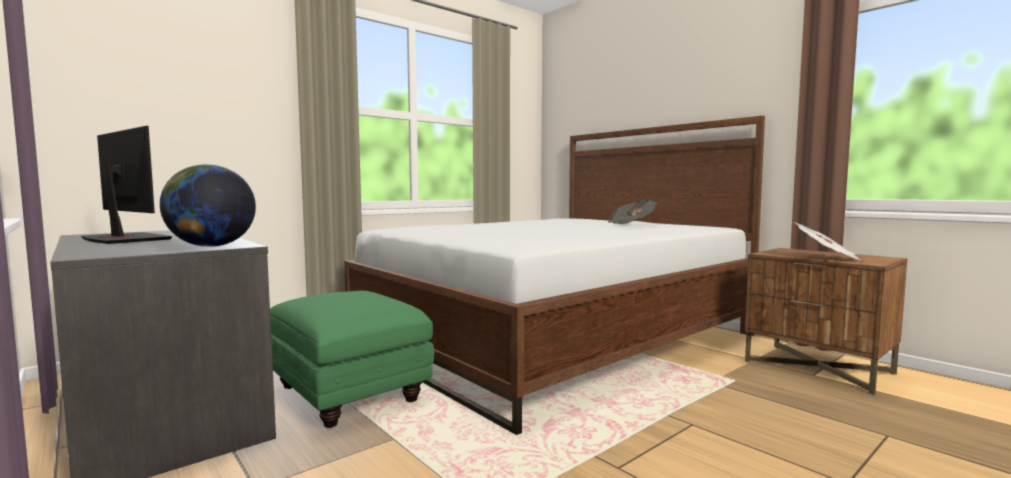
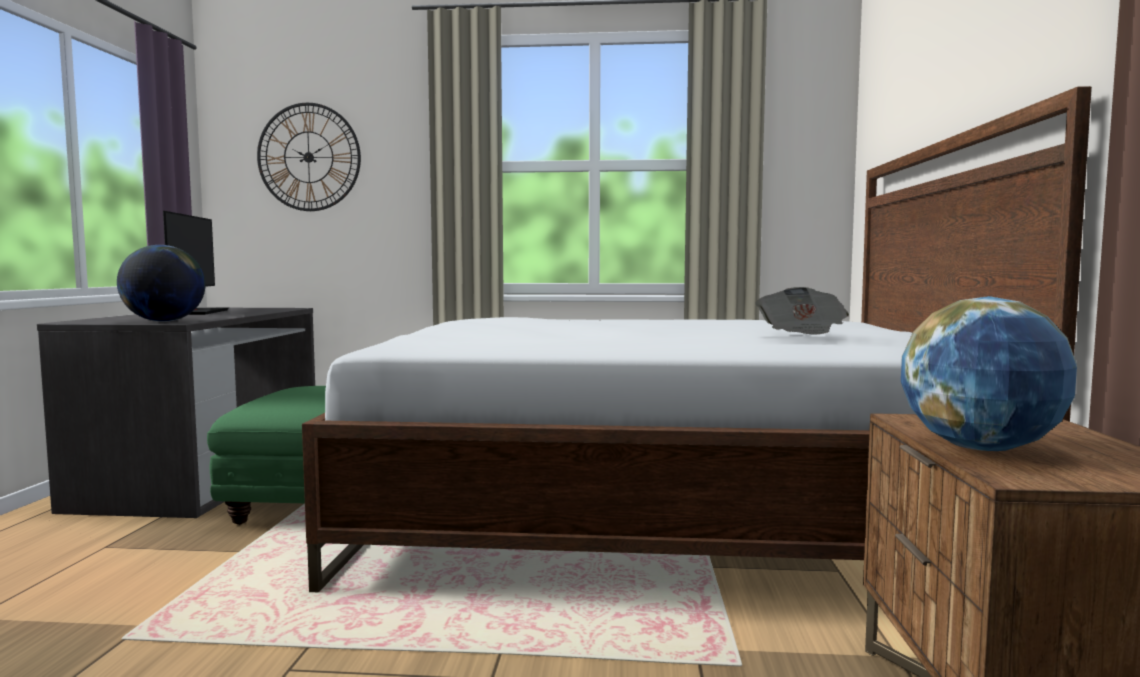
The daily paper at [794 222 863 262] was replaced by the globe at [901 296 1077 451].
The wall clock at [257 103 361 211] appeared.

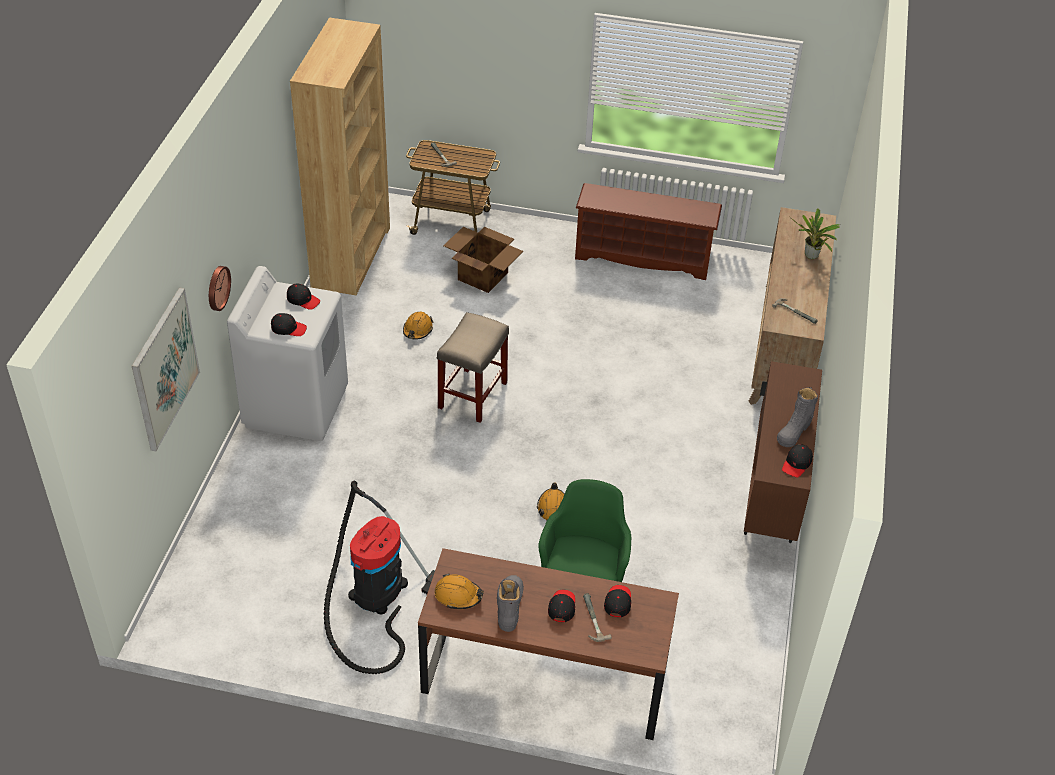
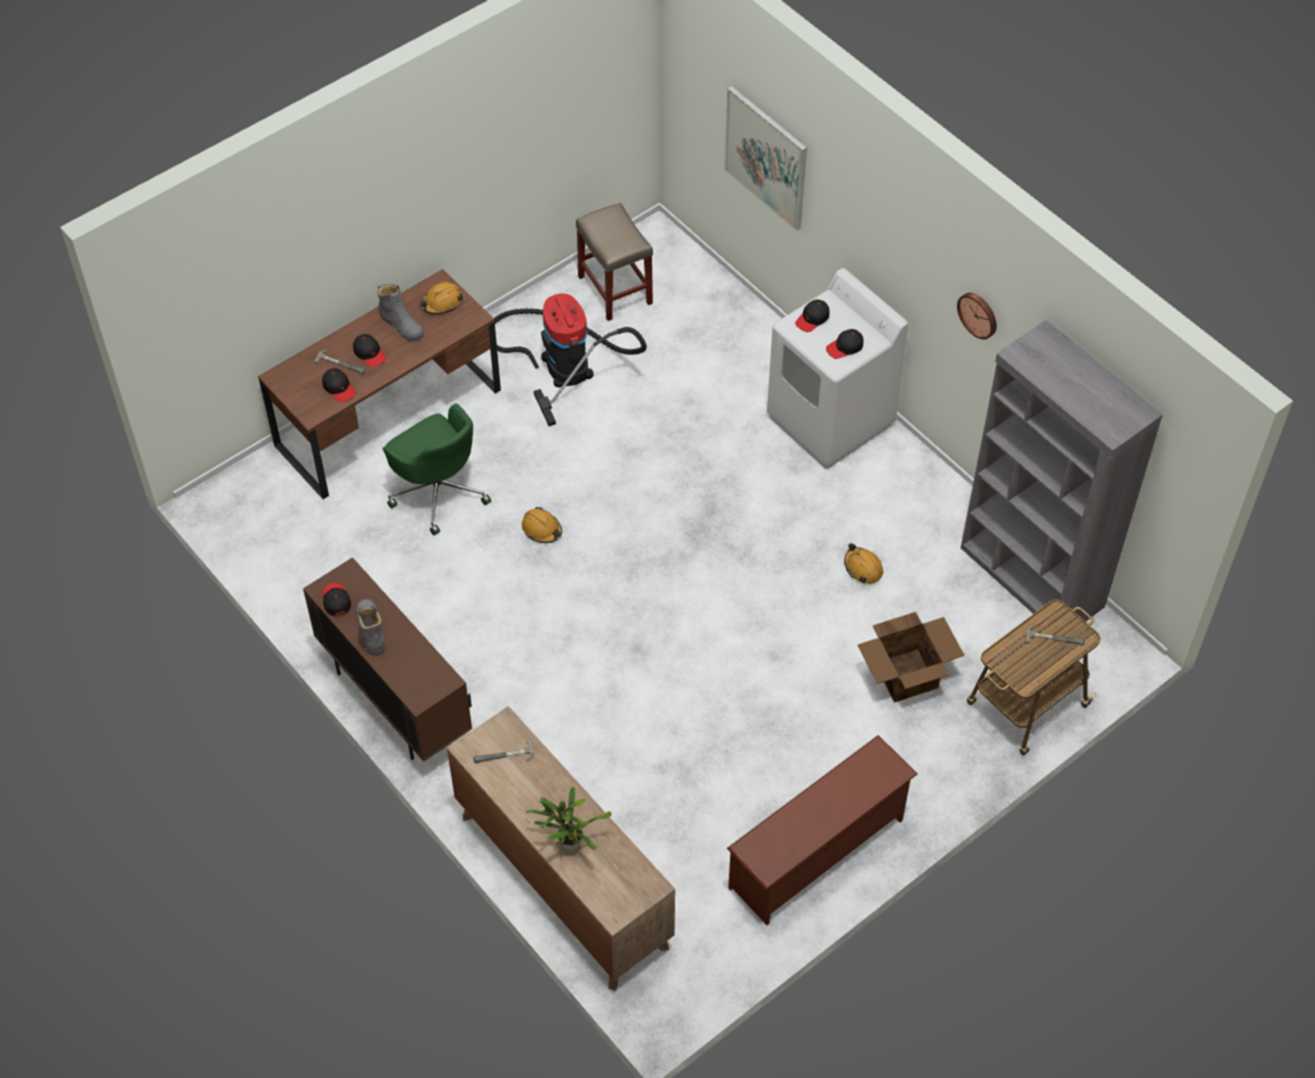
The wall clock moved from [209 266 231 311] to [957 293 997 340].
The brown shelving unit at [290 17 390 295] became the grey shelving unit at [961 320 1163 635].
The sand-coloured stool seat moved from [437 312 509 423] to [576 203 653 321].

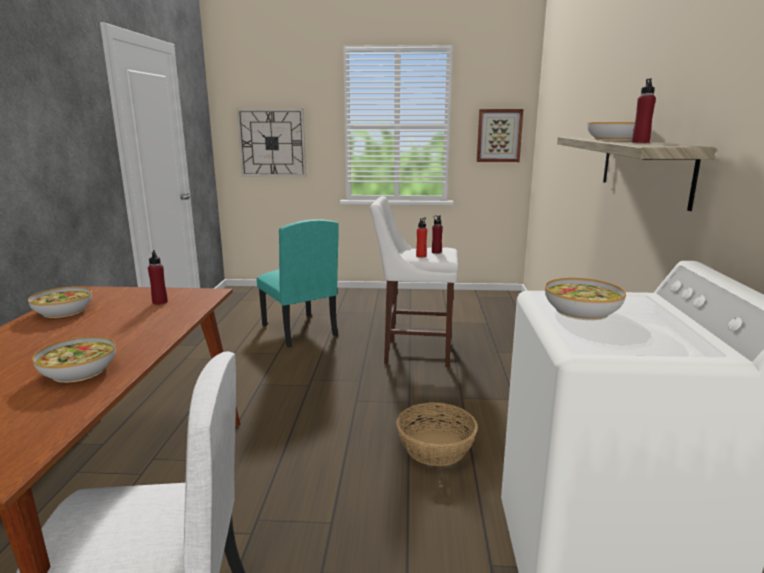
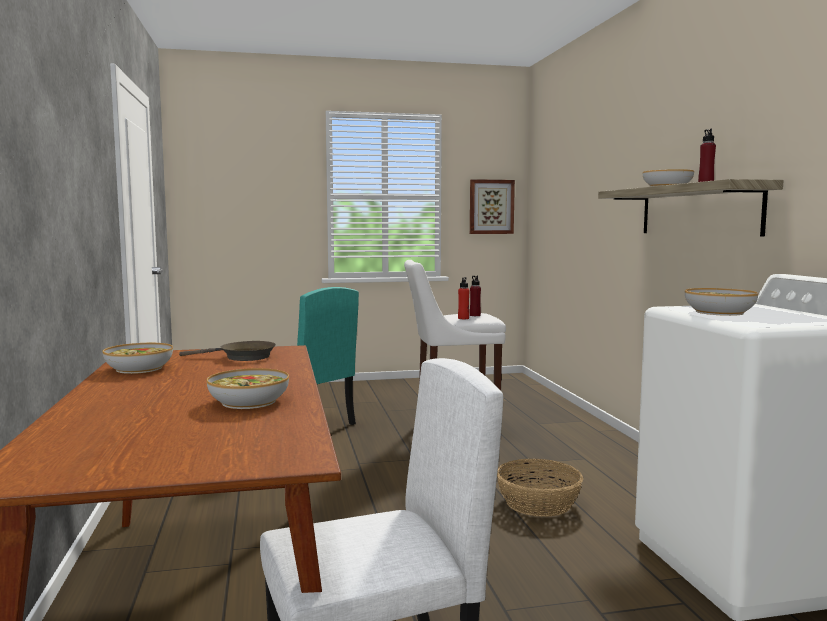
The reddish drink bottle at [148 250 168 305] was replaced by the brown frying pan at [179 341 276 361].
The wall clock at [236 109 306 177] disappeared.

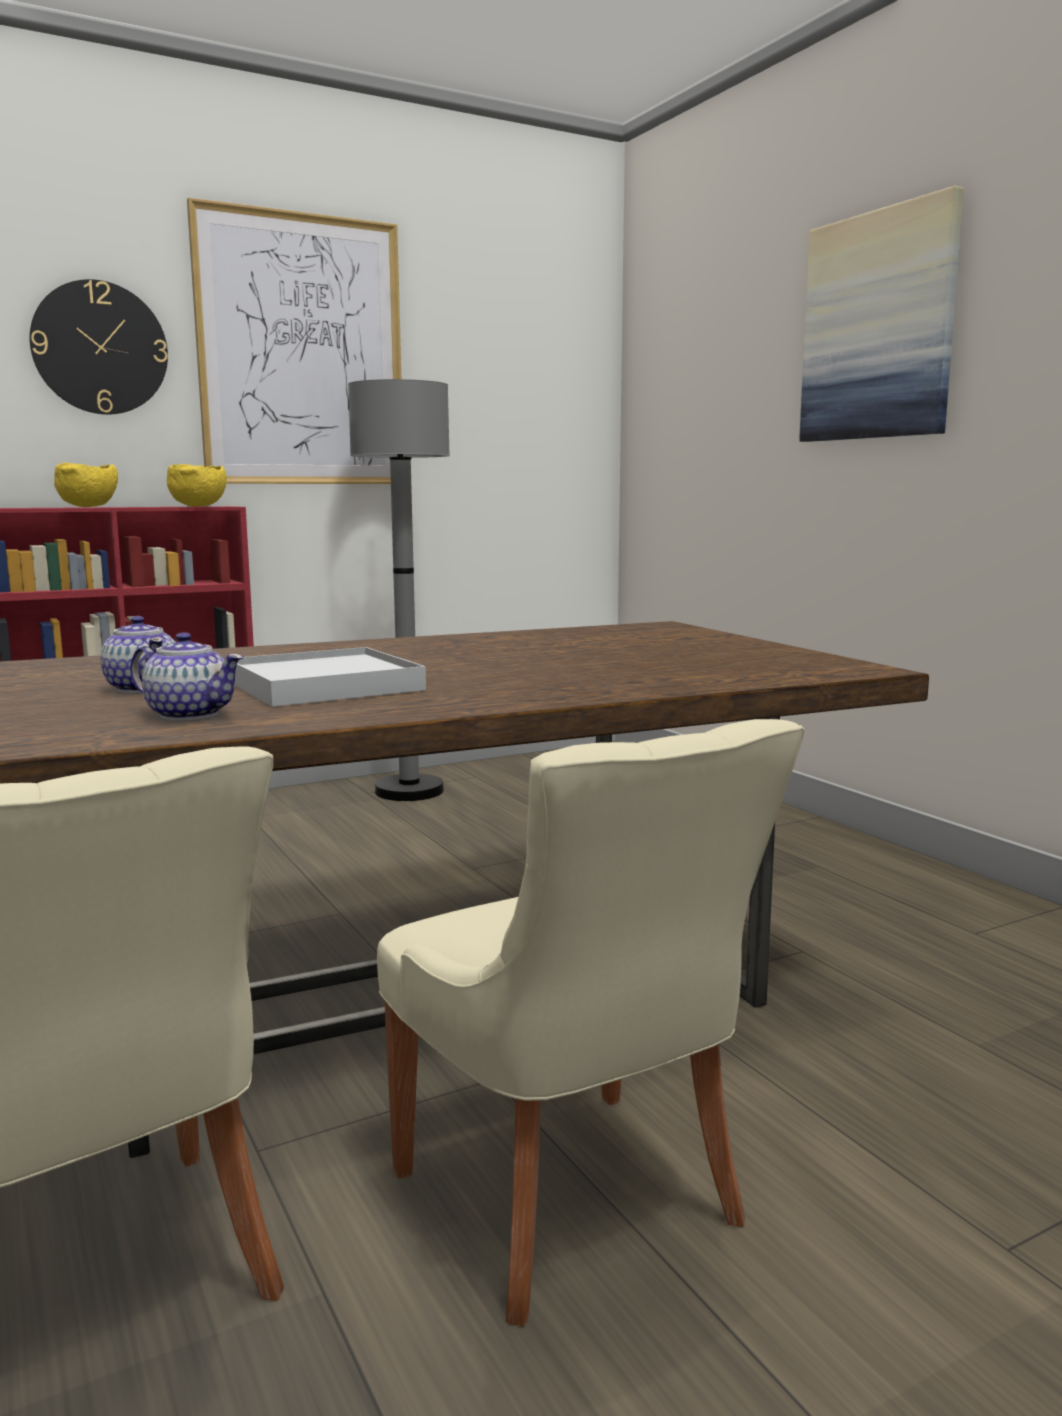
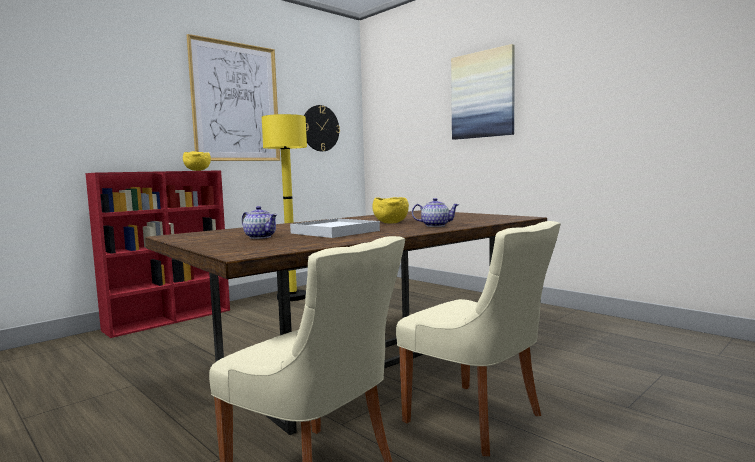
The wall clock moved from [29 279 168 415] to [304 105 340 151].
The yellow-coloured serving bowl moved from [54 463 118 507] to [373 197 409 224].
The pot for tea moved from [130 632 243 720] to [412 198 459 227].
The grey standard lamp at [348 379 450 801] became the yellow-coloured standard lamp at [262 114 307 301].

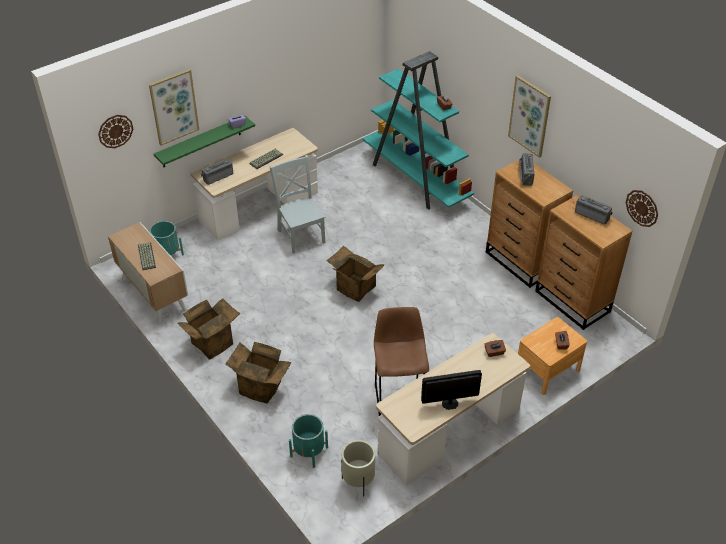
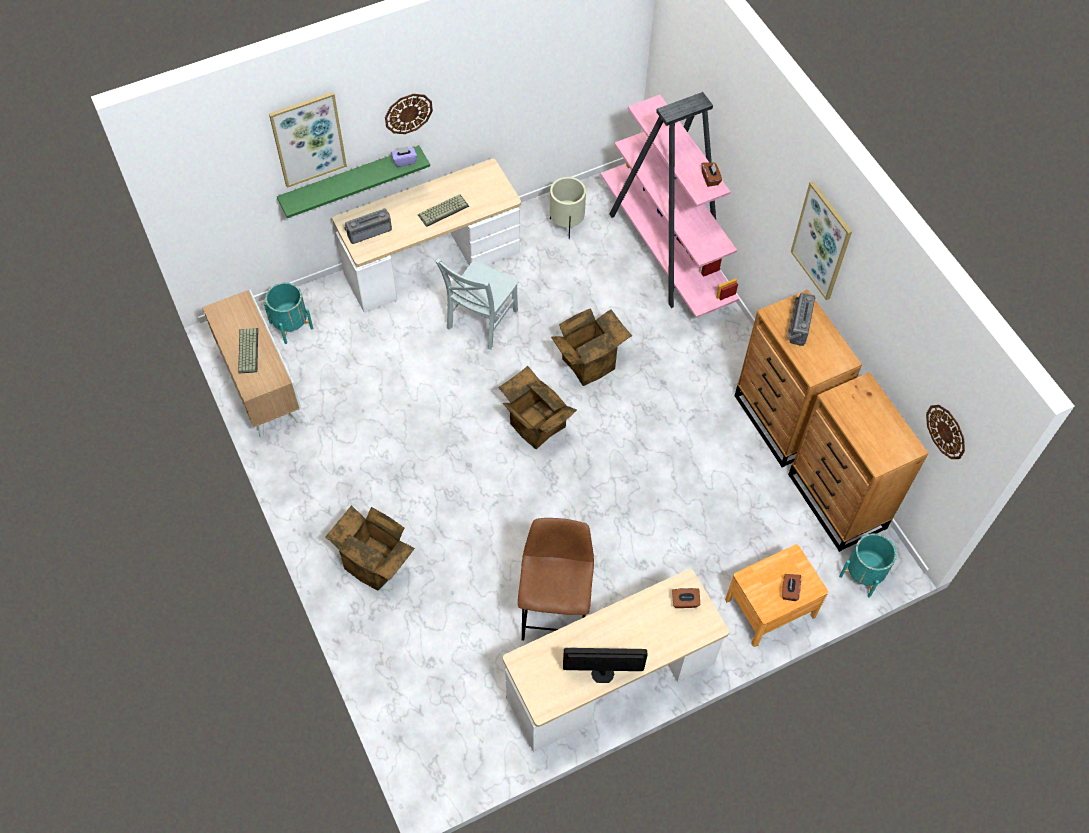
The wall clock moved from [98 115 133 148] to [385 94 433 134].
The packing box moved from [178 298 241 360] to [551 308 632 386].
The grey upright chair at [269 155 326 254] turned 135 degrees counterclockwise.
The turquoise flower pot moved from [289 414 328 468] to [839 533 897 597].
The sand-coloured flower pot moved from [341 440 375 497] to [550 177 586 239].
The turquoise shelving unit at [363 51 474 210] became the pink-coloured shelving unit at [601 92 739 318].
The radio set at [575 195 613 224] disappeared.

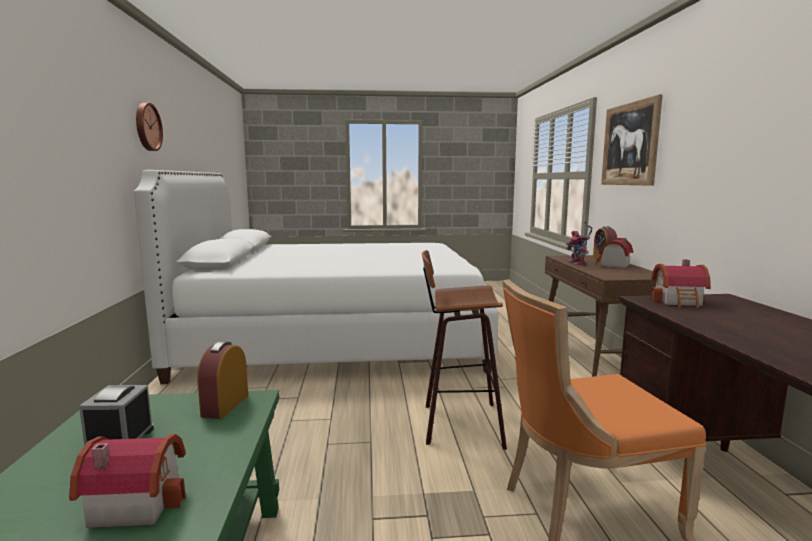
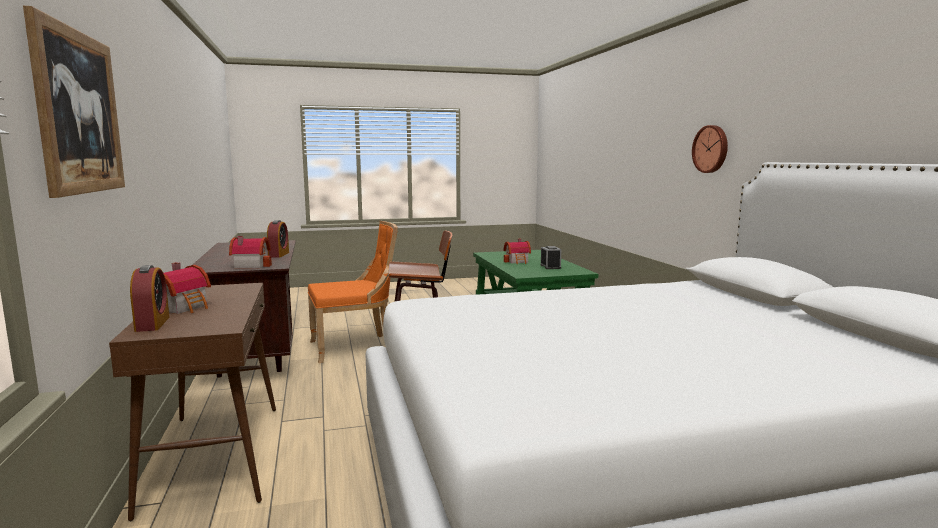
The wall clock moved from [136 103 163 151] to [692 125 728 173].
The alarm clock moved from [197 341 248 419] to [267 220 289 258].
The toy robot at [566 221 593 265] disappeared.

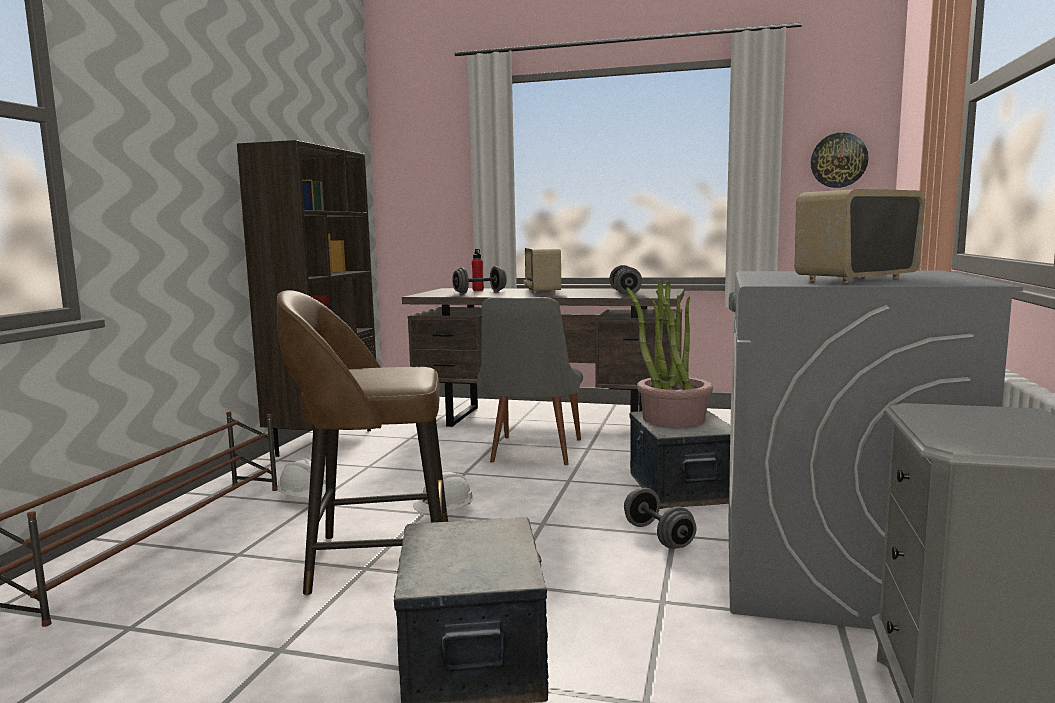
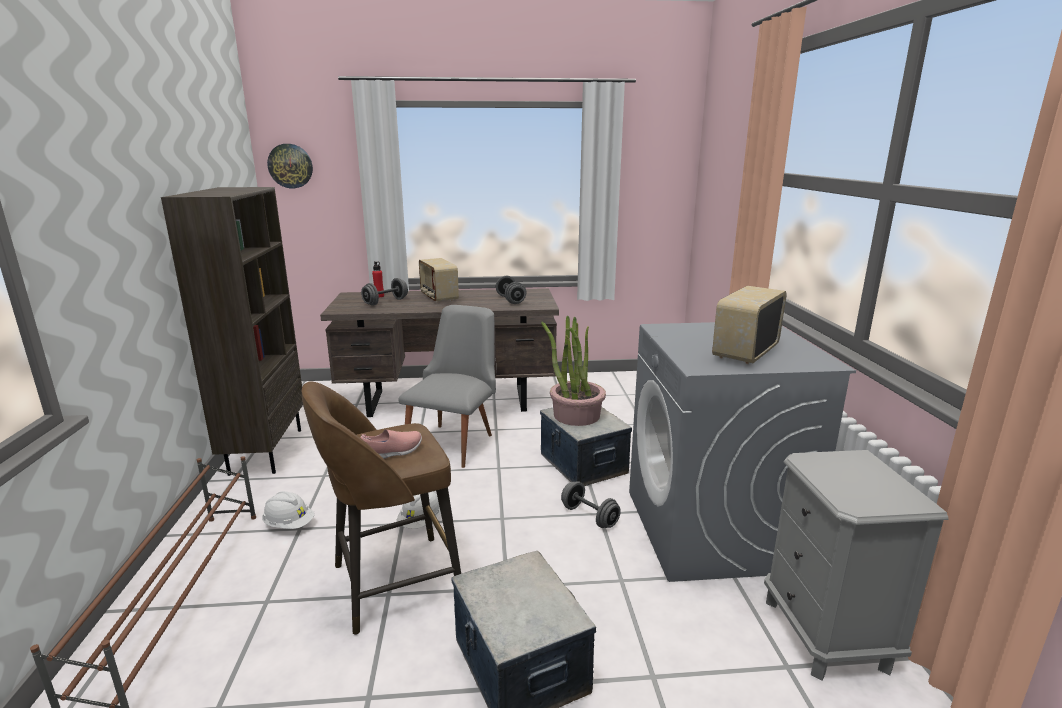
The grey upright chair at [478 297 583 465] turned 150 degrees counterclockwise.
The wall clock moved from [810 133 868 188] to [267 144 313 188].
The pink-coloured shoe at [360 429 422 459] appeared.

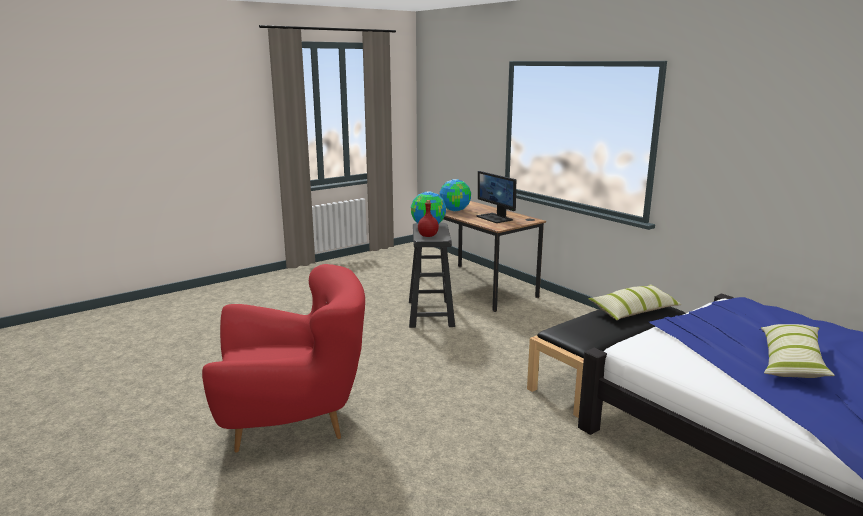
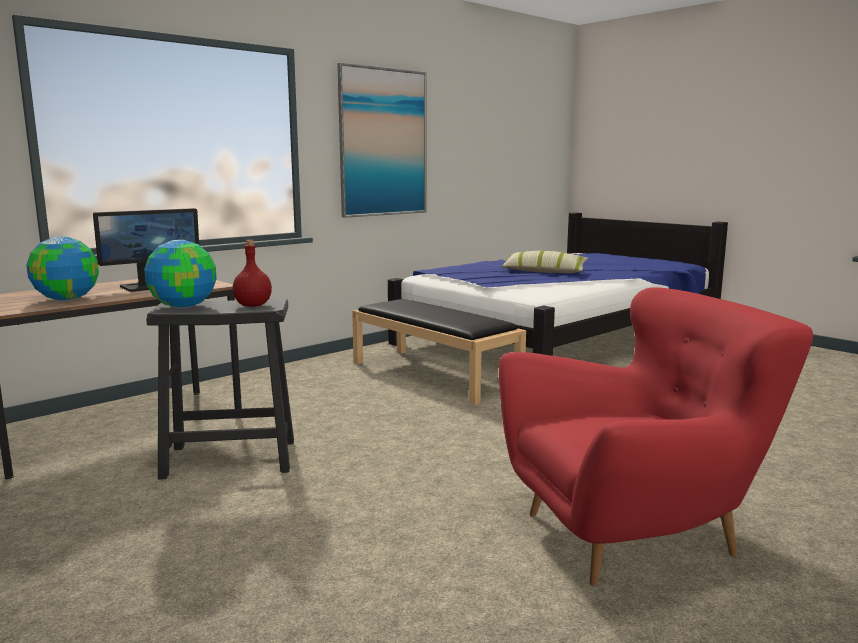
The reddish armchair at [202 264 365 452] turned 90 degrees clockwise.
The cushion at [588 284 682 320] disappeared.
The wall picture at [337 63 427 218] appeared.

